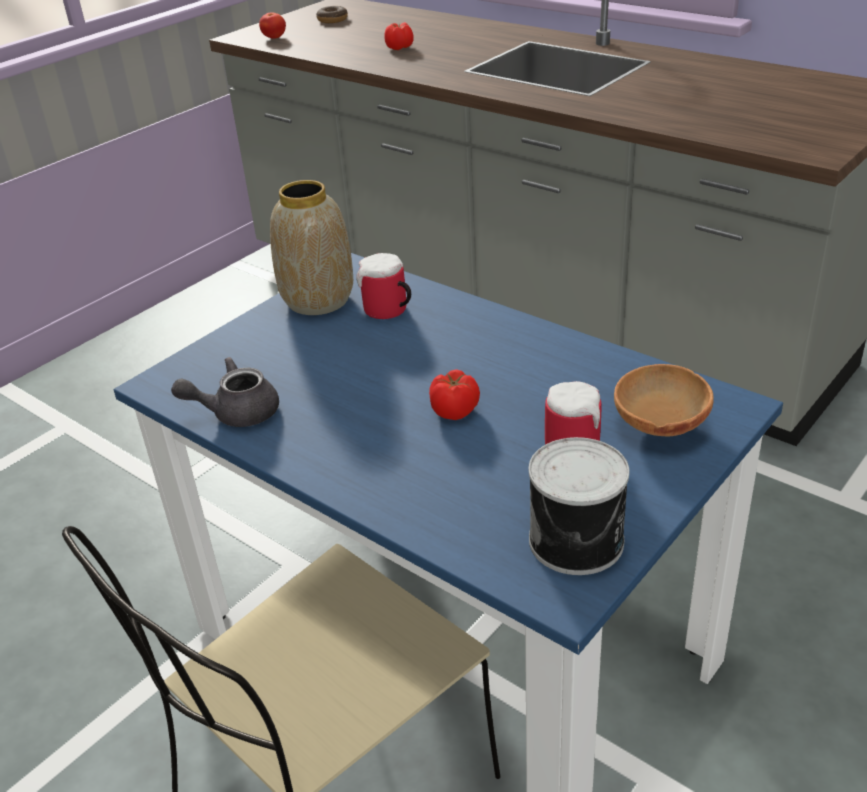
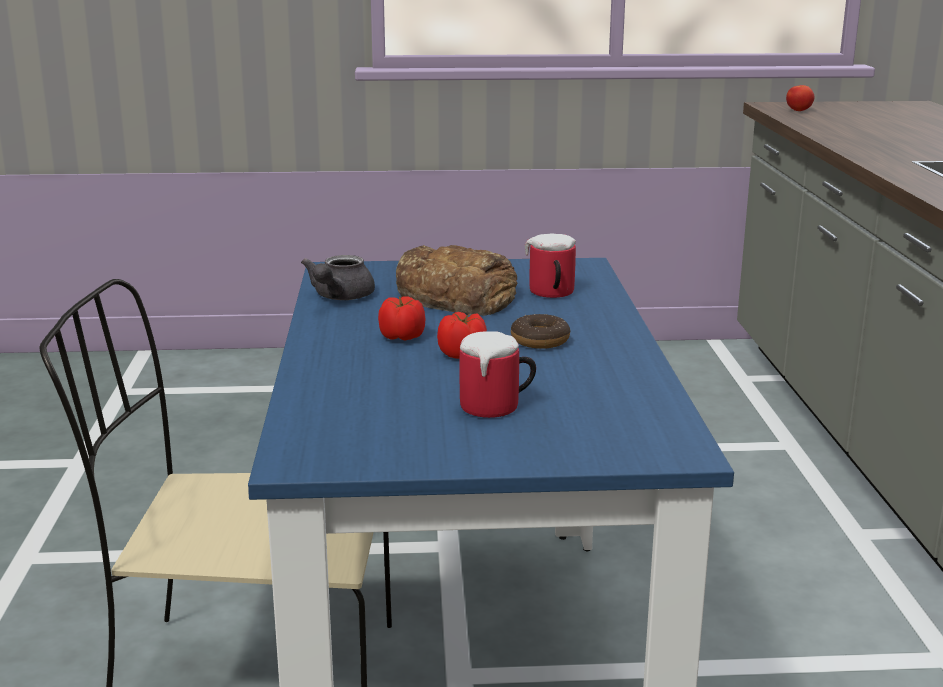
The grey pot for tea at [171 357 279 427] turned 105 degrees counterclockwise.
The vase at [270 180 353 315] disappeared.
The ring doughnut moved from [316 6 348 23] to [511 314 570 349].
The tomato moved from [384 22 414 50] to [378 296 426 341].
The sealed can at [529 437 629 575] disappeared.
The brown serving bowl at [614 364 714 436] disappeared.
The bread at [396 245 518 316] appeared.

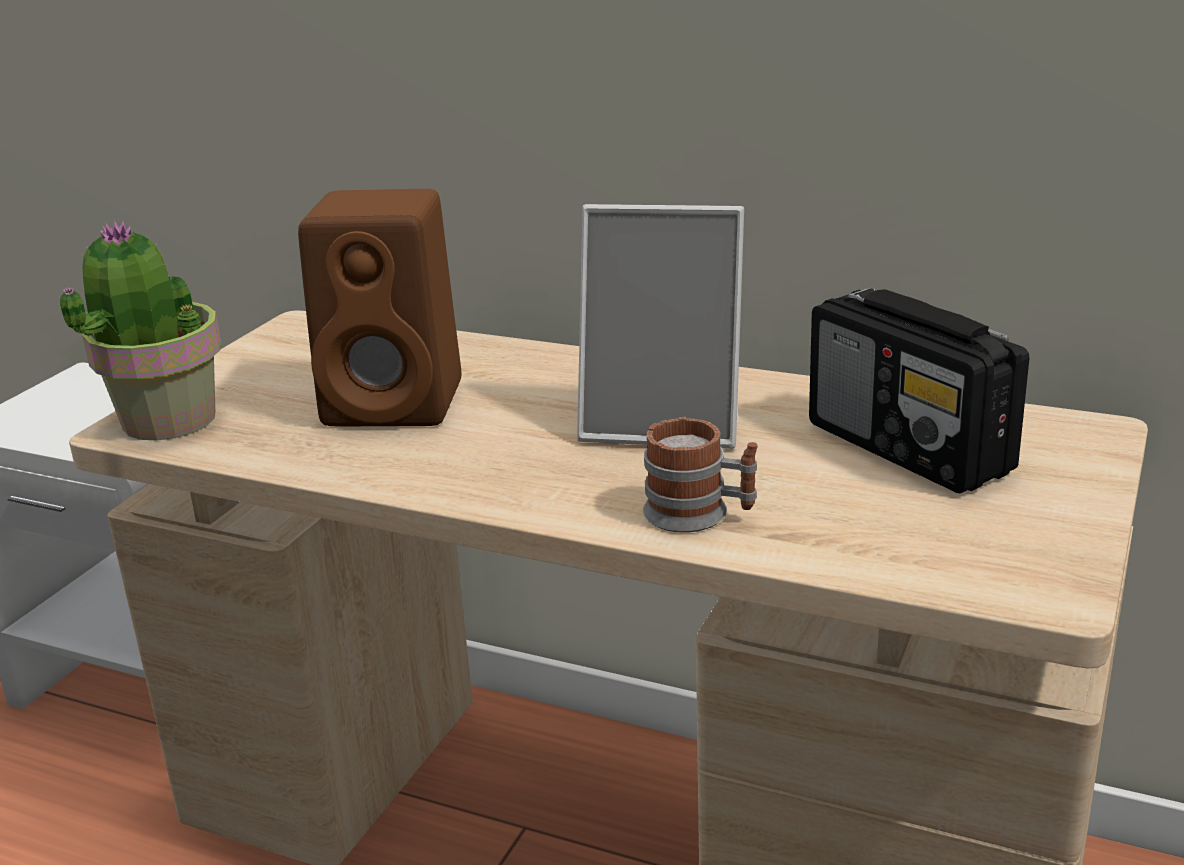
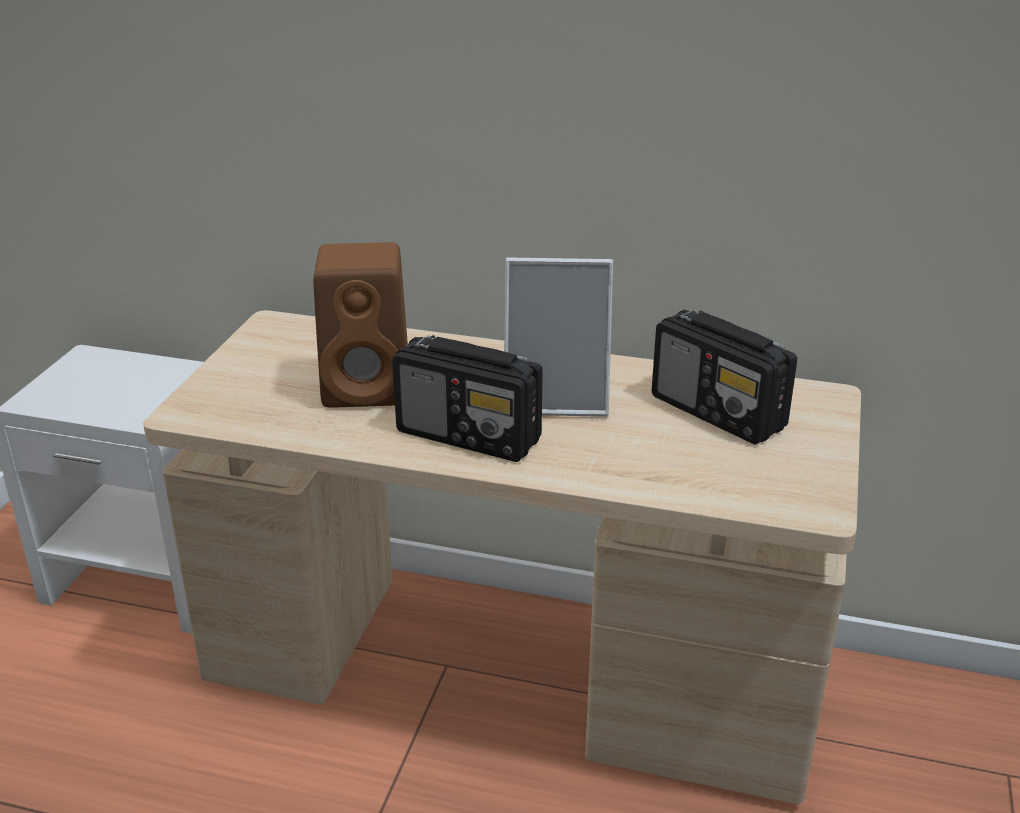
The plant in a pot at [60 221 221 441] disappeared.
The coffee mug at [643 417 757 533] disappeared.
The radio set at [392 335 543 462] appeared.

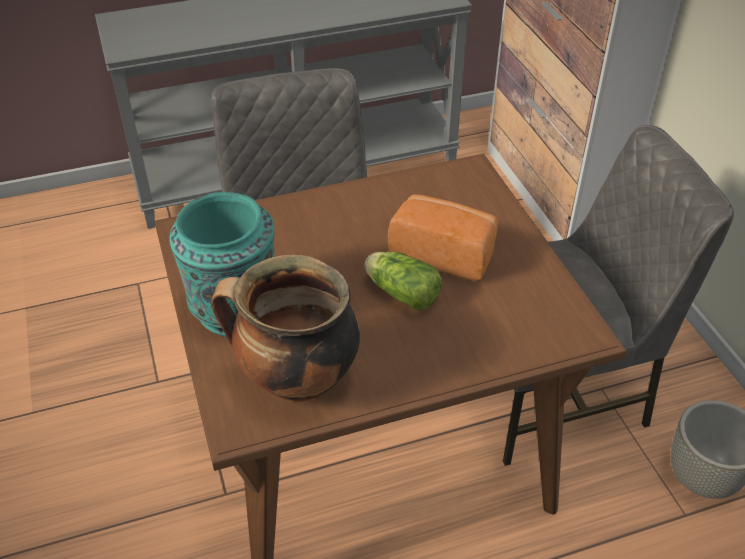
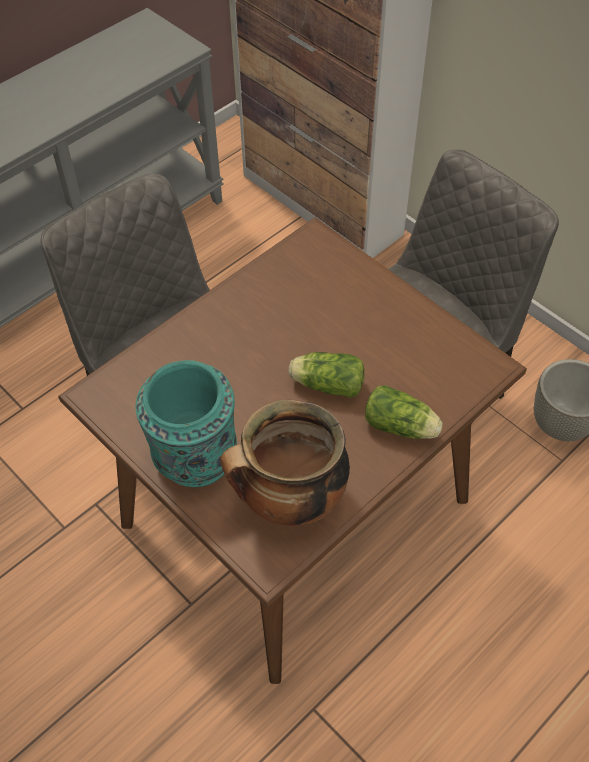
The bread at [388 194 498 281] disappeared.
The lettuce at [365 385 443 439] appeared.

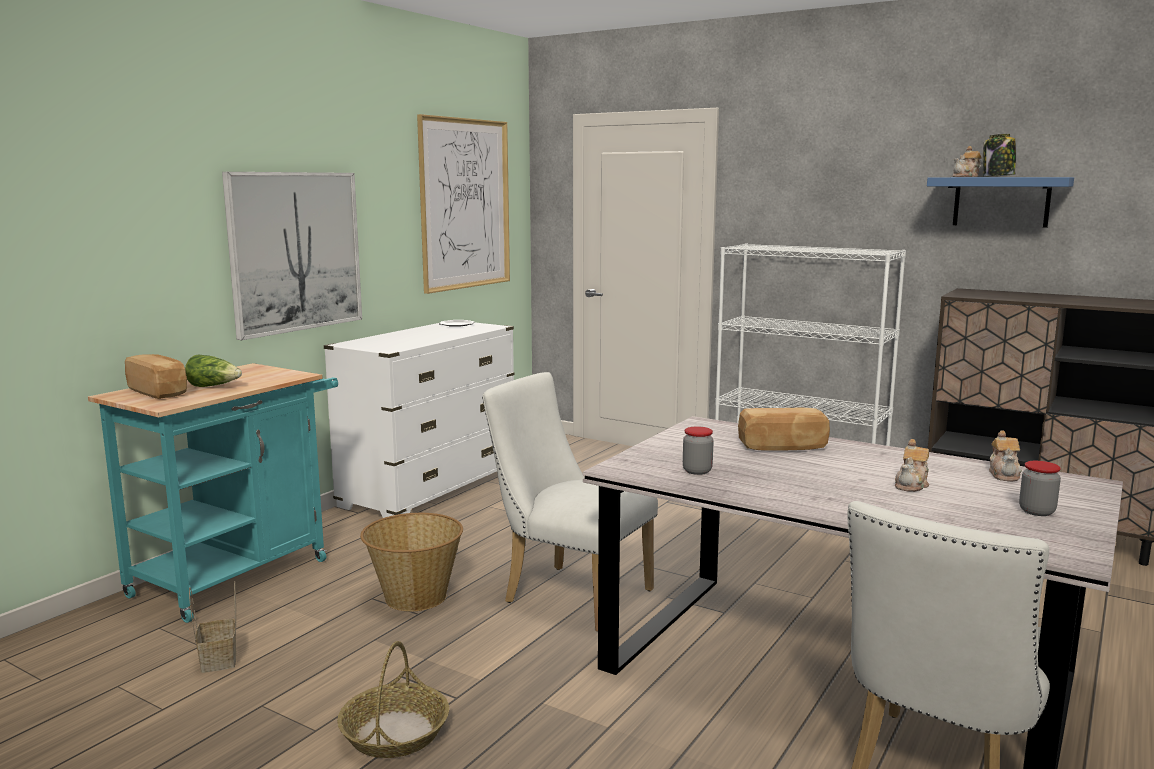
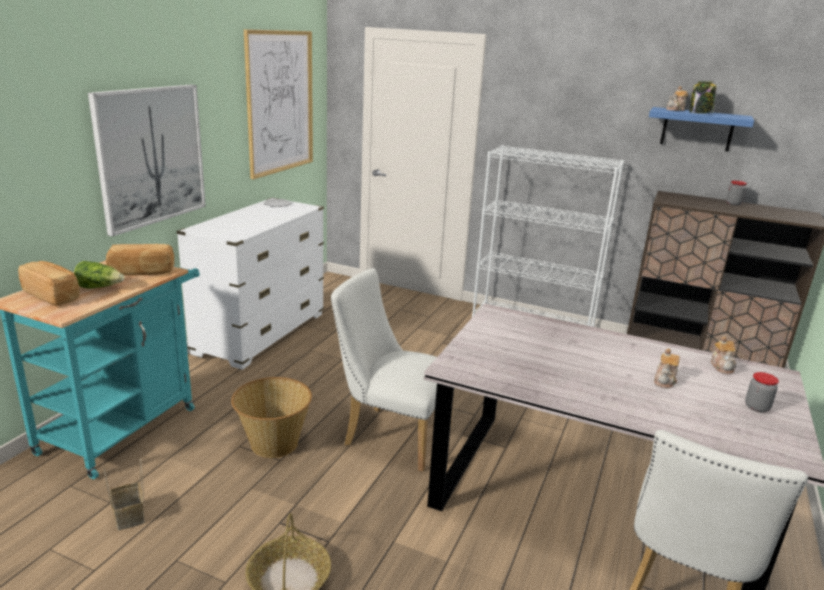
The storage jar moved from [683 426 714 475] to [726 181 747 205].
The bread moved from [738 408 830 451] to [106 244 174 276].

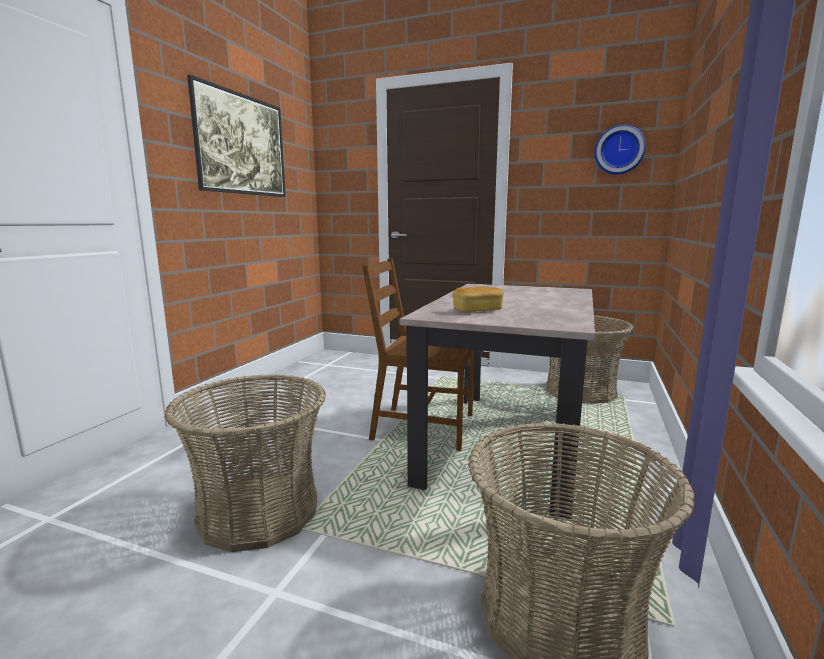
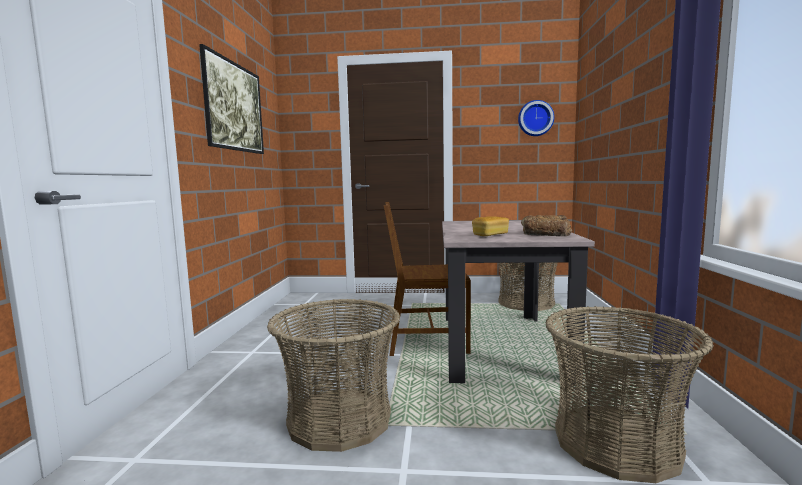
The bread at [521 215 572 236] appeared.

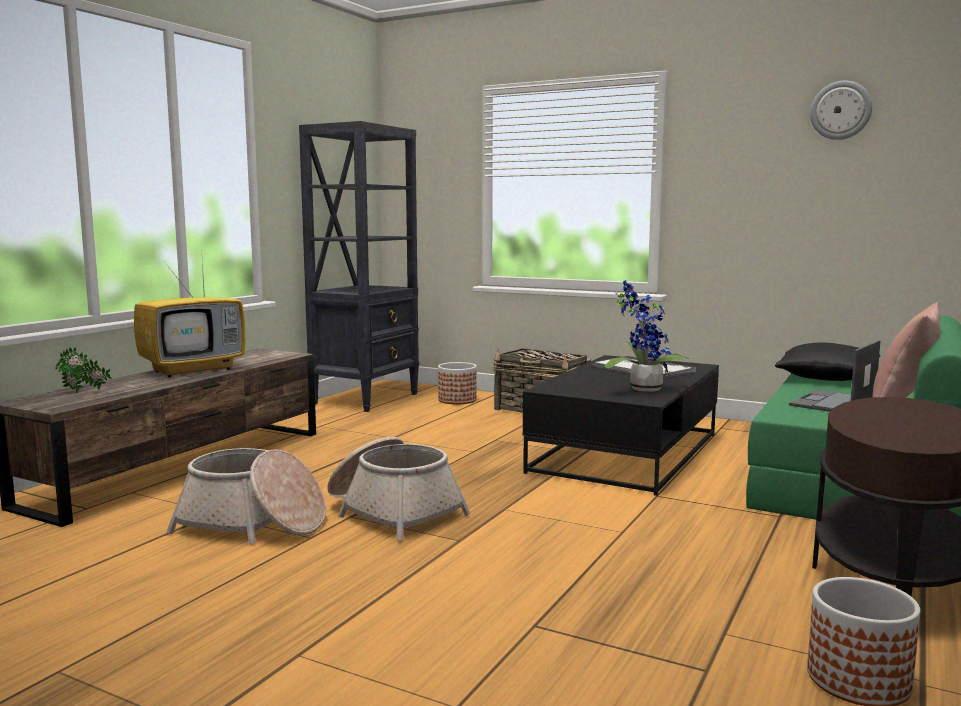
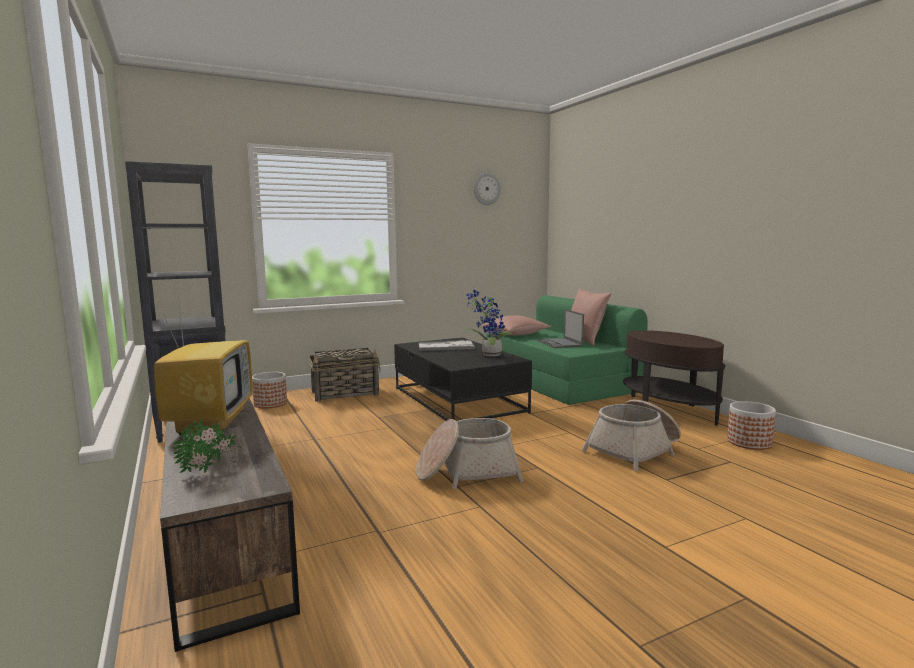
The basket moved from [166 448 326 545] to [582 399 681 471].
The black cushion at [775 342 881 381] became the pink-coloured cushion at [483 315 551 336].

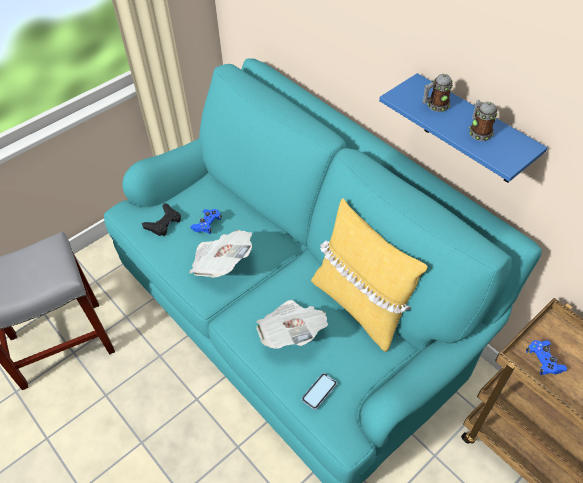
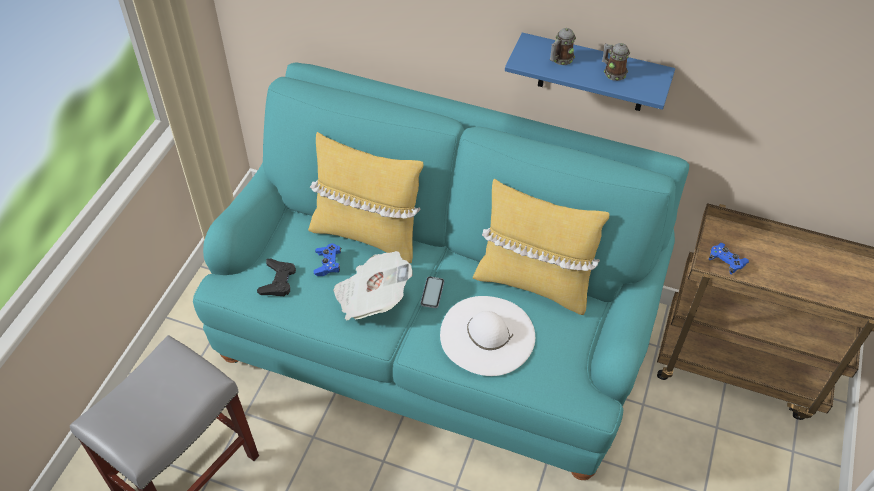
The daily paper at [256 300 328 349] was replaced by the white-coloured hat at [440 296 535 376].
The phone moved from [302 373 337 410] to [420 276 444 308].
The yellow-coloured cushion at [308 132 423 263] appeared.

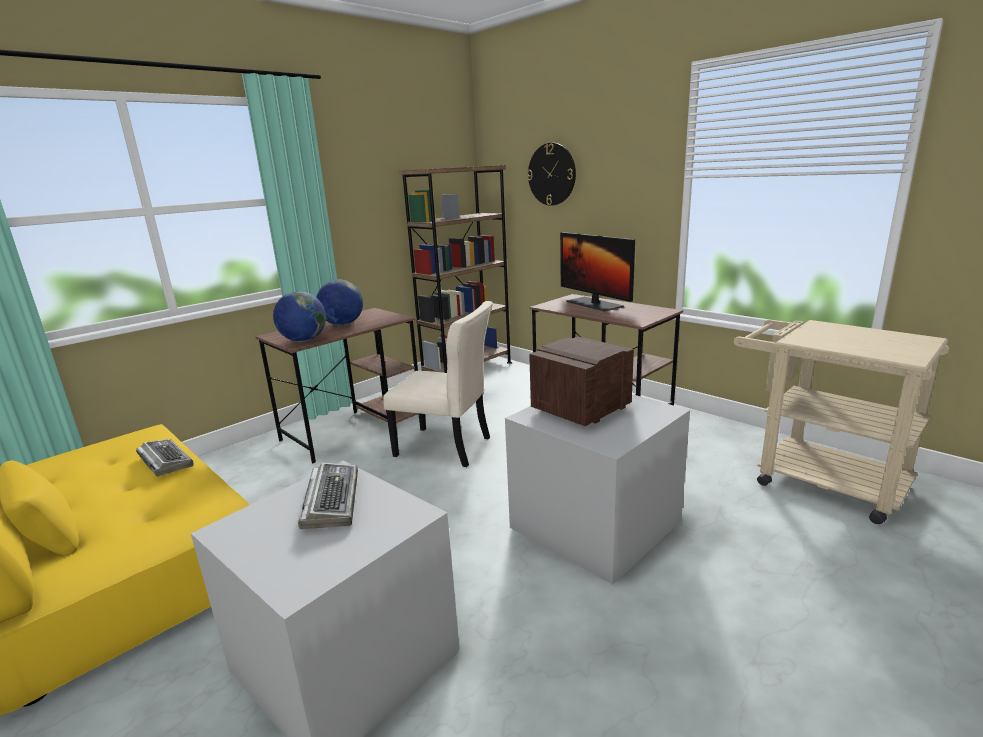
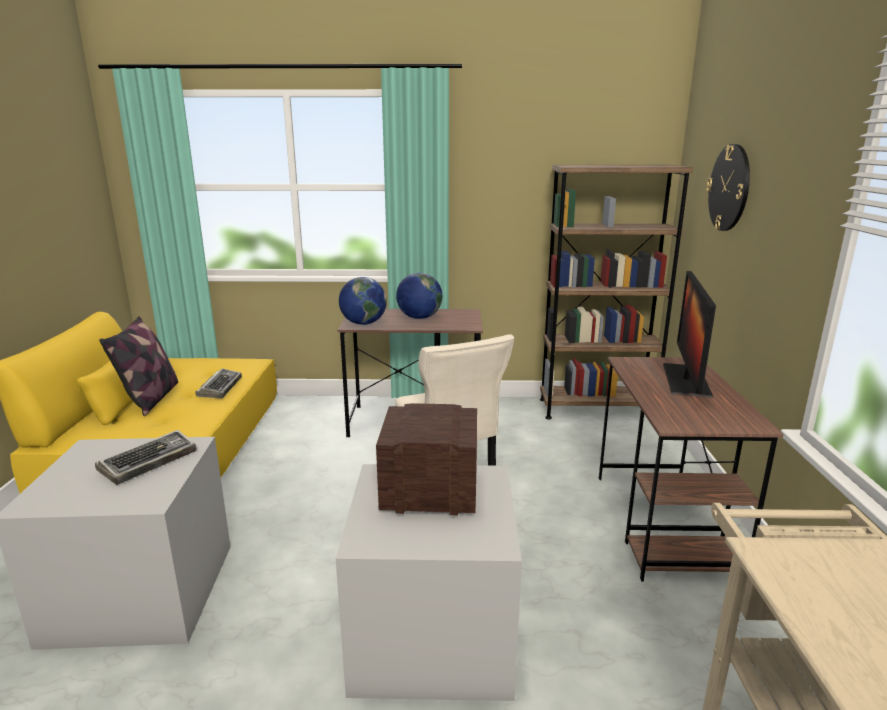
The cushion at [99 316 178 416] appeared.

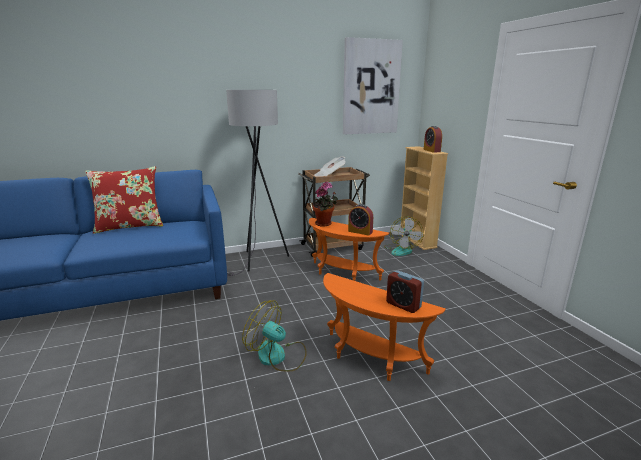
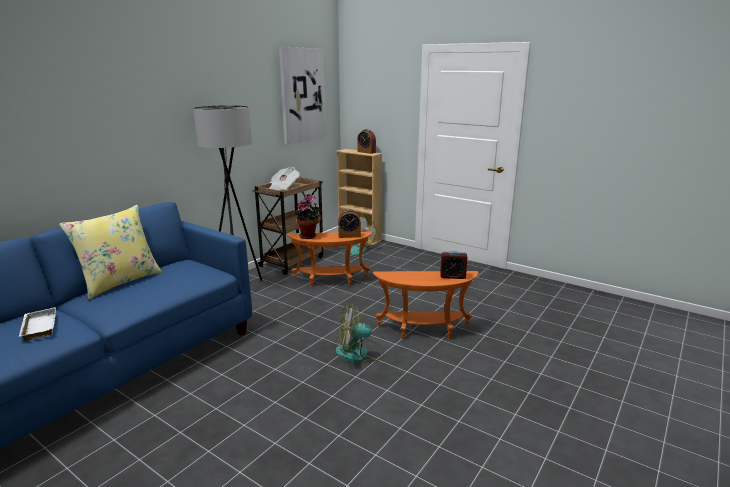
The reddish cushion at [85 166 163 234] became the yellow-coloured cushion at [59 205 162 299].
The white-coloured carrying tray at [19 307 56 341] appeared.

